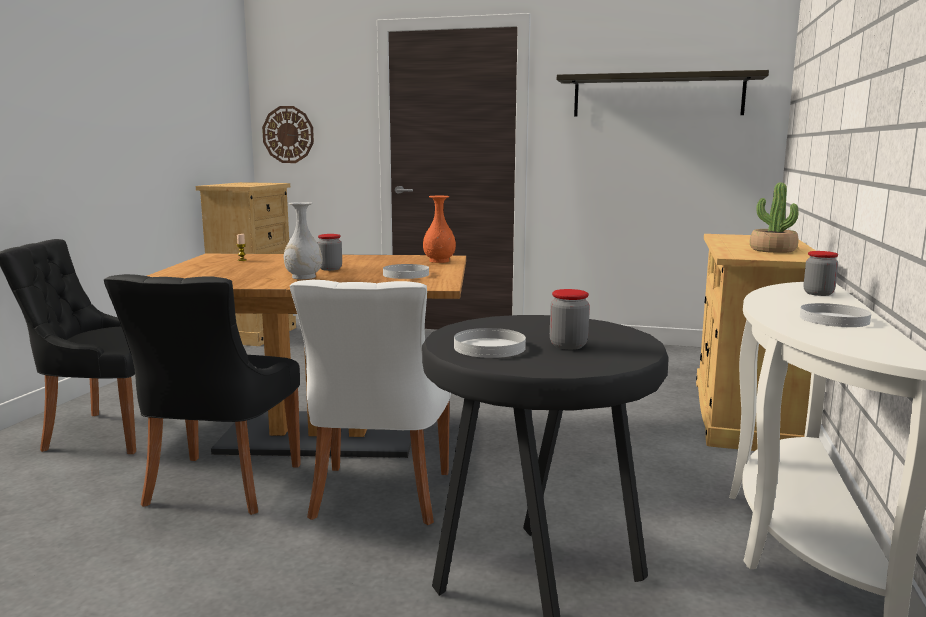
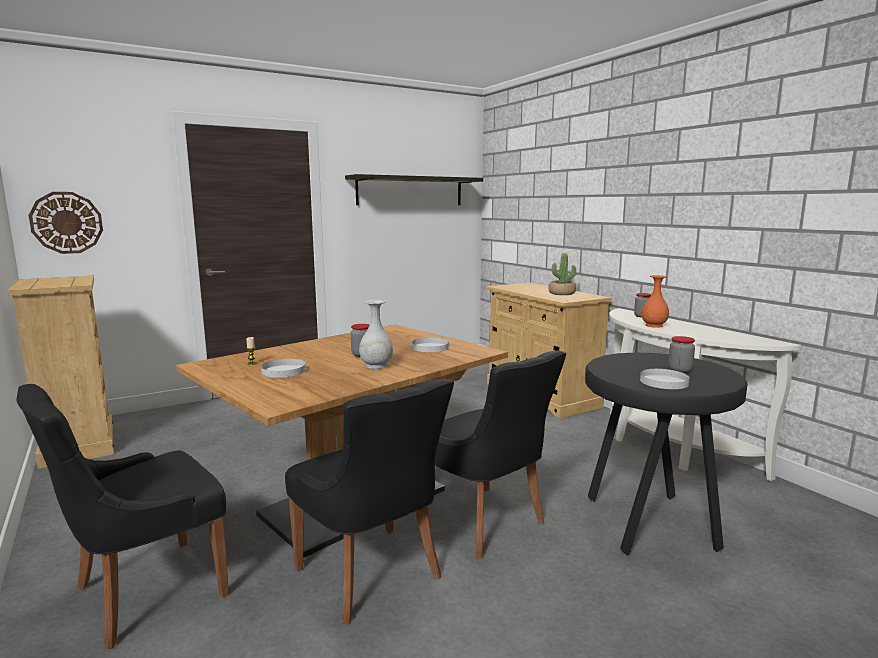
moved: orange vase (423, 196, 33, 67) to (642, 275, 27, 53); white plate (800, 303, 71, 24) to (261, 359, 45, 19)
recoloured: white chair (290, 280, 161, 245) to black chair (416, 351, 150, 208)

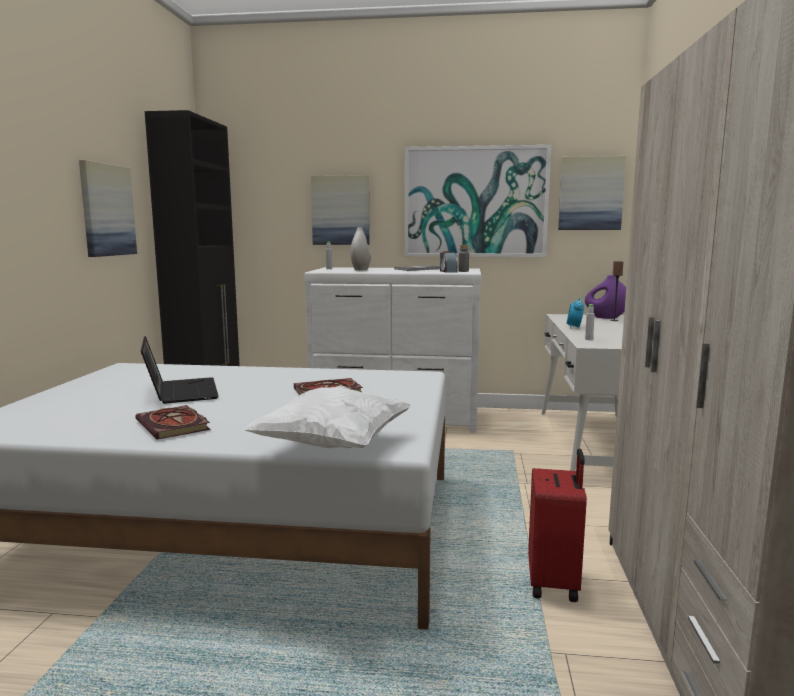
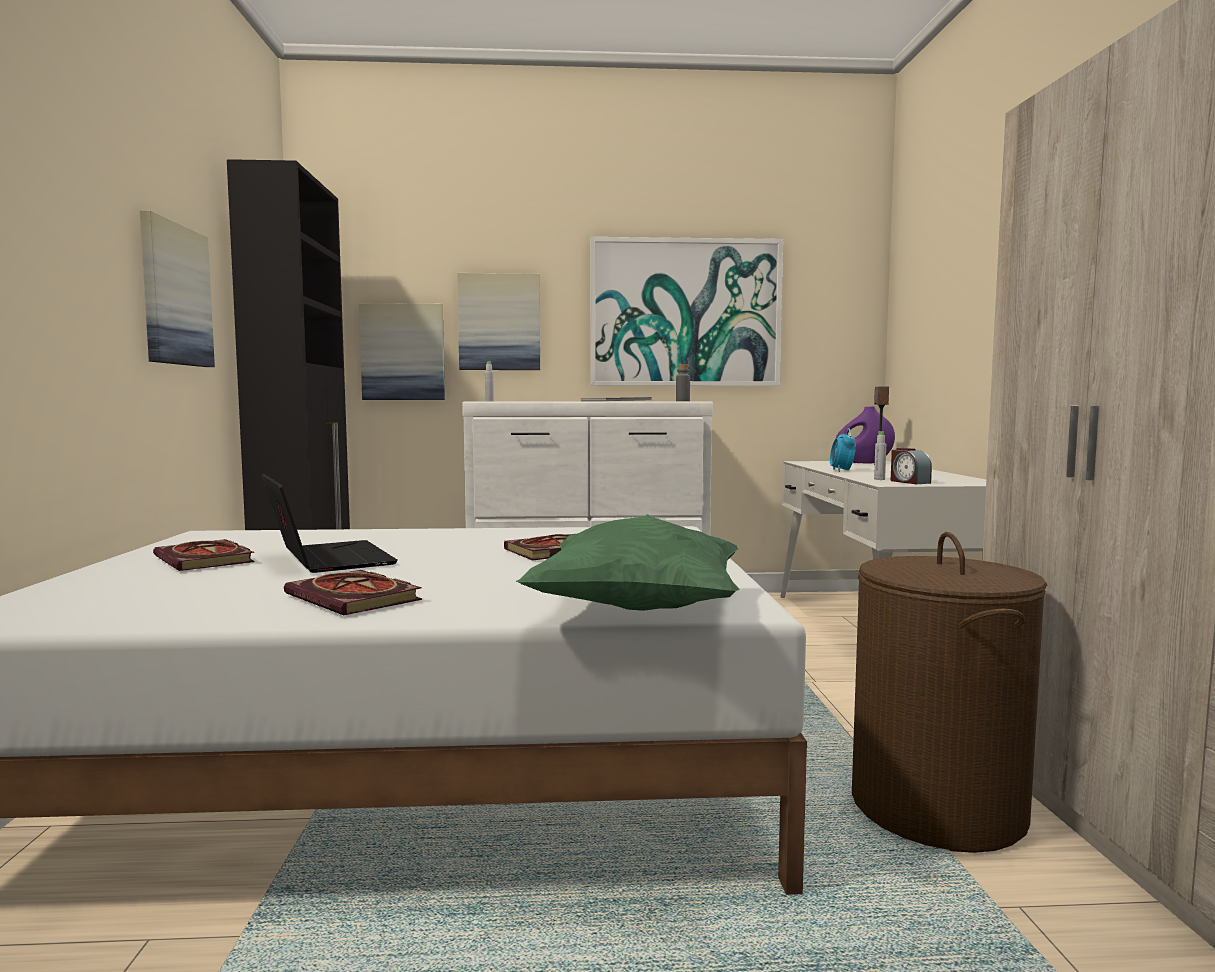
removed: white vase (350, 227, 21, 43)
added: book (153, 539, 102, 32)
moved: alarm clock (440, 251, 18, 22) to (891, 448, 41, 36); picture (558, 156, 68, 74) to (359, 303, 86, 97)
replaced: red suitcase (528, 449, 59, 153) to brown laundry basket (852, 532, 195, 321)
recoloured: white pillow (243, 385, 168, 63) to green pillow (516, 514, 224, 97)

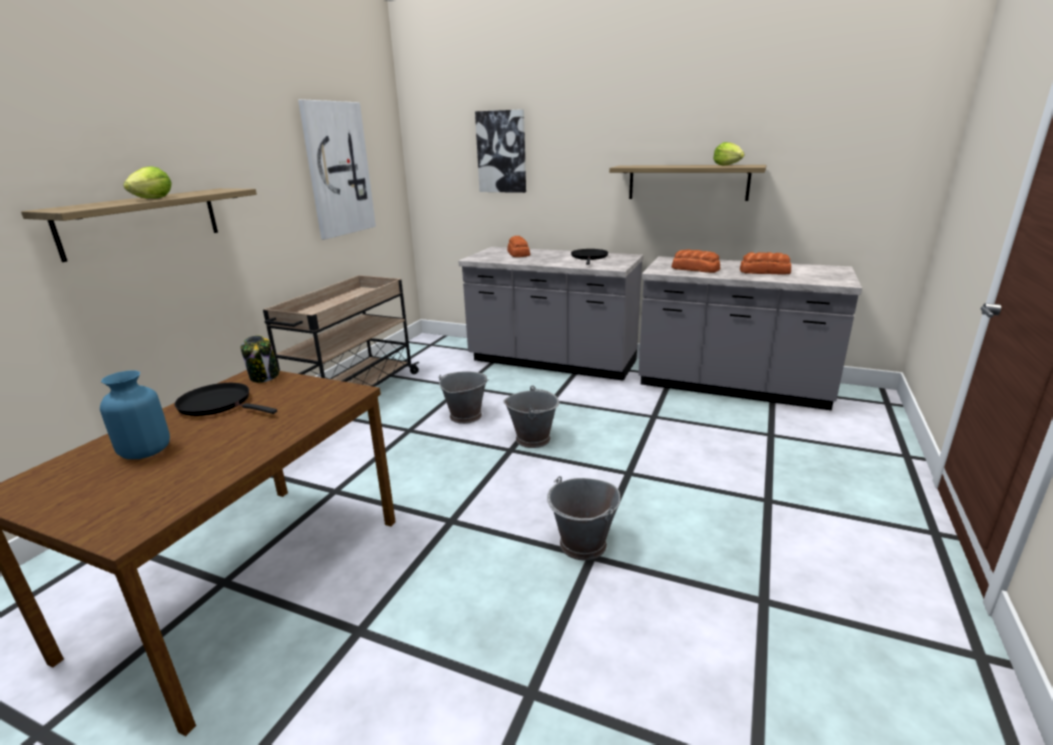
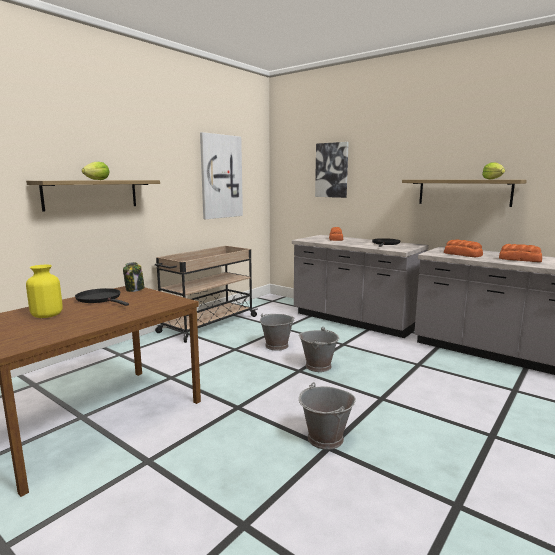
recoloured: blue vase (100, 370, 70, 89) to yellow vase (26, 265, 37, 53)

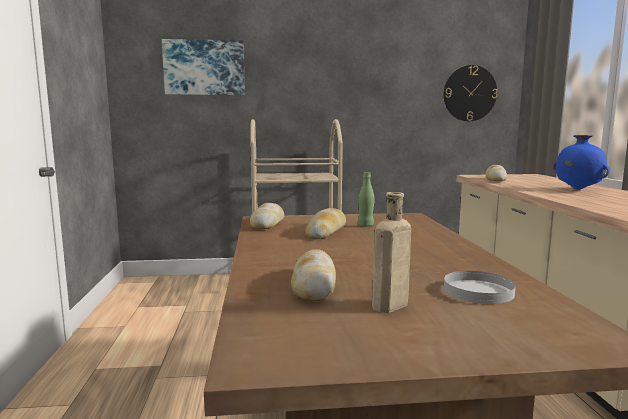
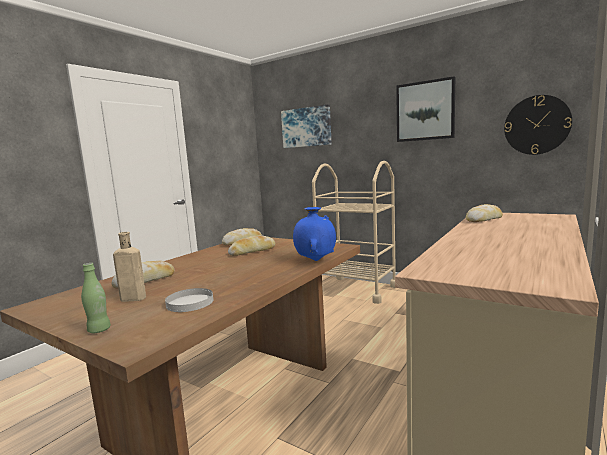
added: picture (396, 76, 59, 66)
moved: green bottle (358, 172, 17, 55) to (81, 263, 30, 70); blue vase (553, 135, 57, 55) to (293, 207, 43, 54)

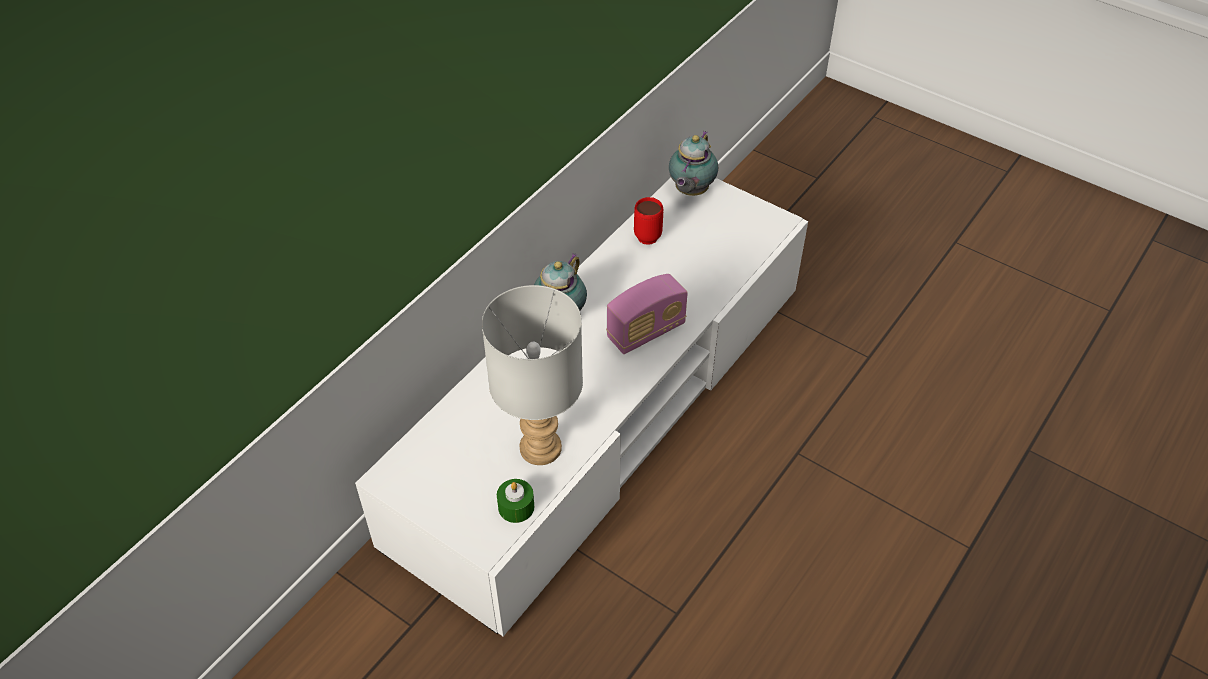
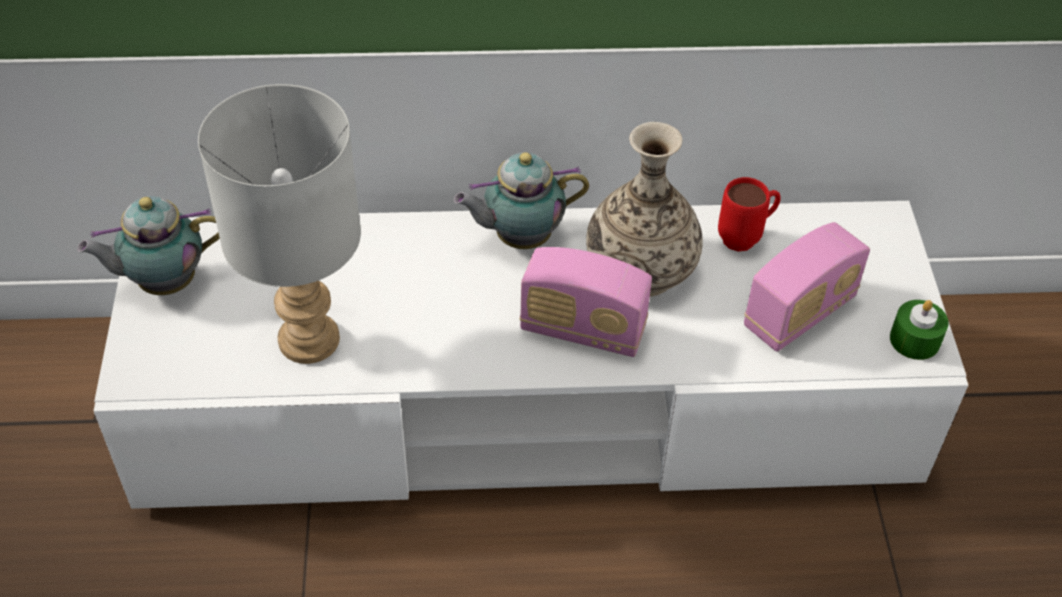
added: vase (586, 122, 117, 174); radio (744, 222, 126, 130)
moved: green candle (497, 479, 37, 44) to (890, 300, 59, 60); teapot (669, 131, 49, 65) to (77, 196, 143, 99)

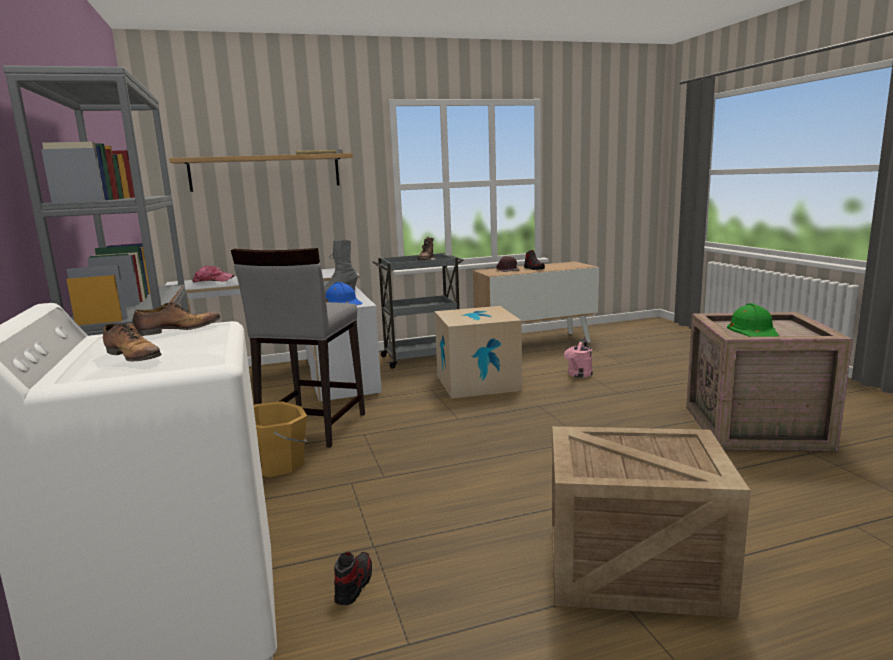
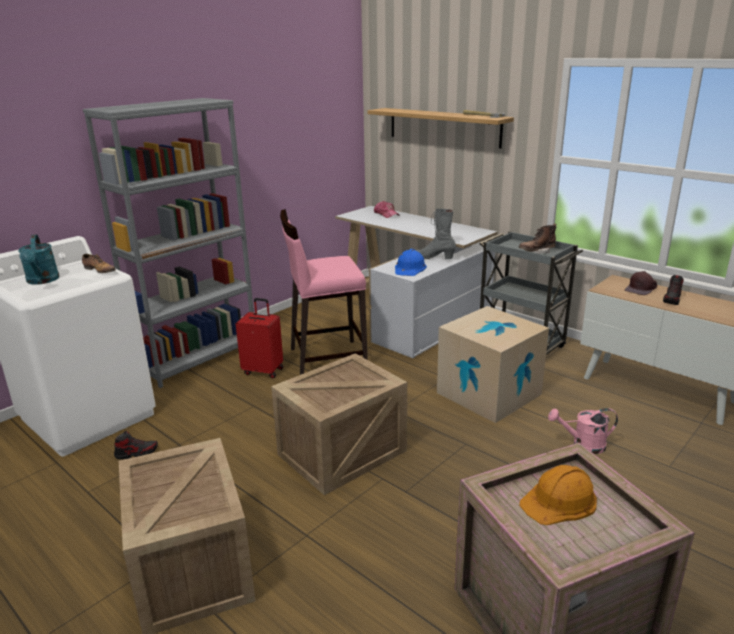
added: crate (271, 353, 136, 142)
replaced: shoe (103, 323, 59, 38) to turquoise watering can (18, 234, 41, 50); orange bucket (254, 401, 53, 76) to red suitcase (236, 298, 48, 80)
recoloured: grey stool (231, 248, 134, 200) to pink stool (280, 209, 88, 166); green hard hat (727, 303, 52, 34) to orange hard hat (519, 465, 78, 60)

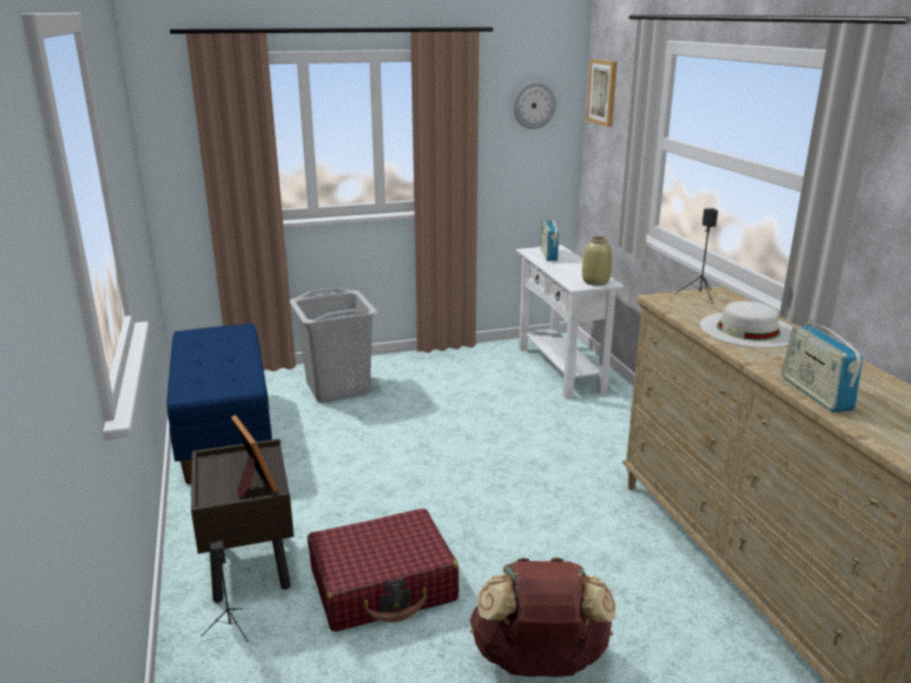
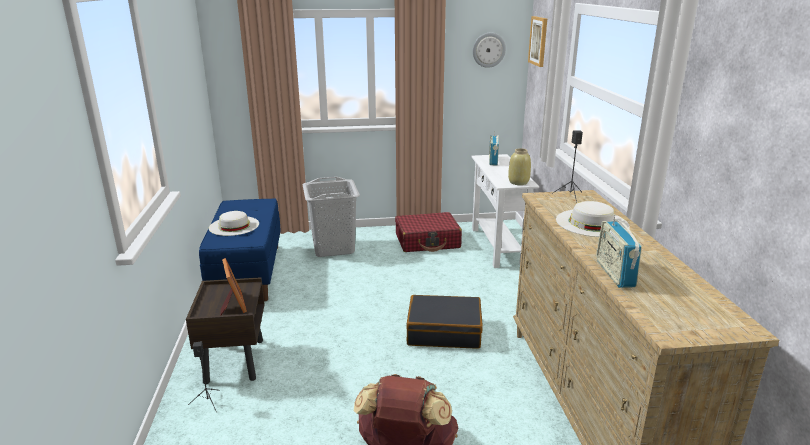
added: white hat (209, 211, 50, 25); black suitcase (406, 295, 77, 53)
moved: red suitcase (307, 509, 152, 123) to (395, 212, 67, 40)

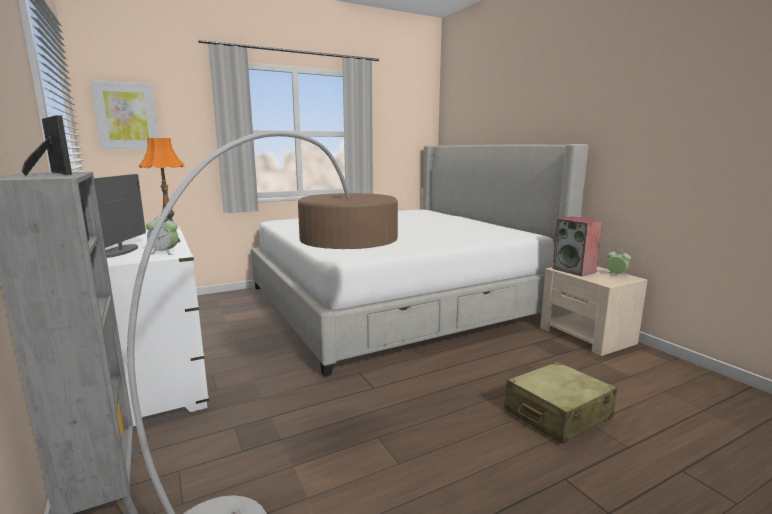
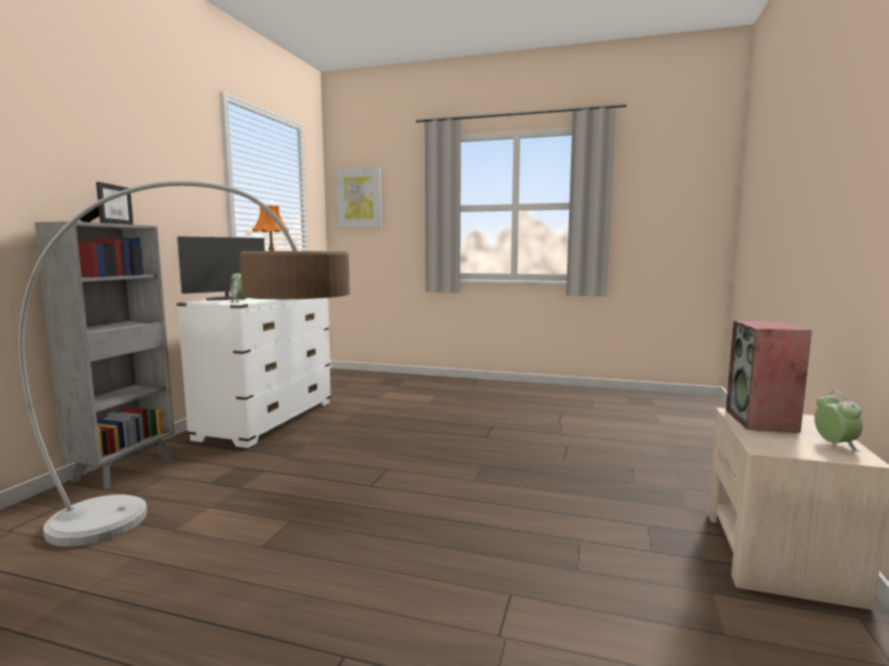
removed: bed (251, 144, 338, 233); beige suitcase (504, 361, 113, 83)

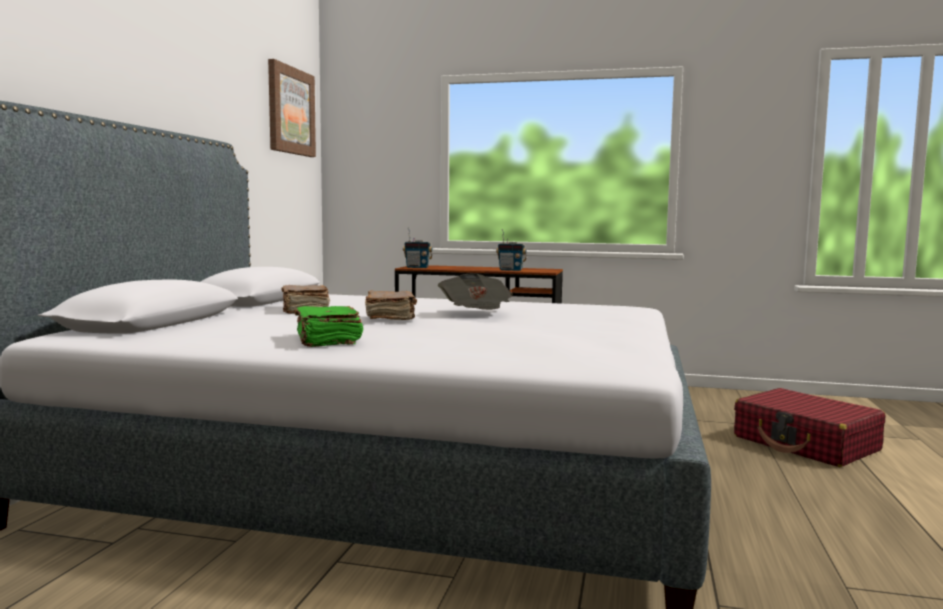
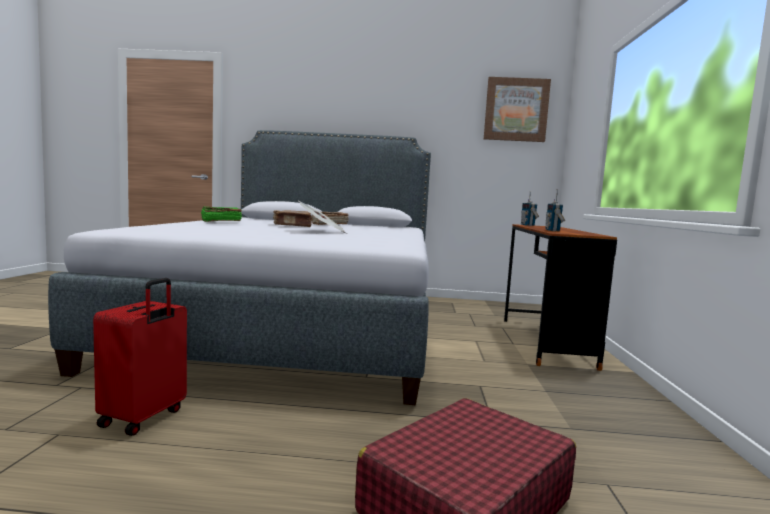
added: red suitcase (93, 278, 94, 158)

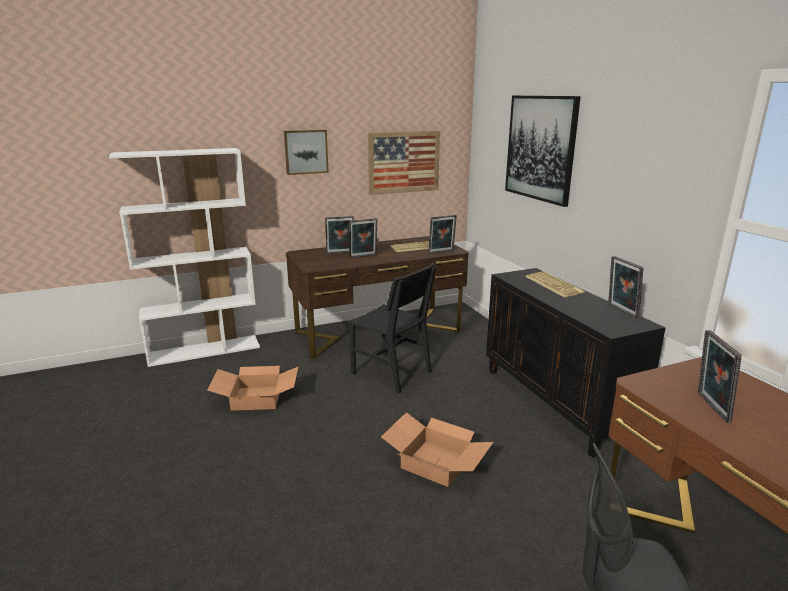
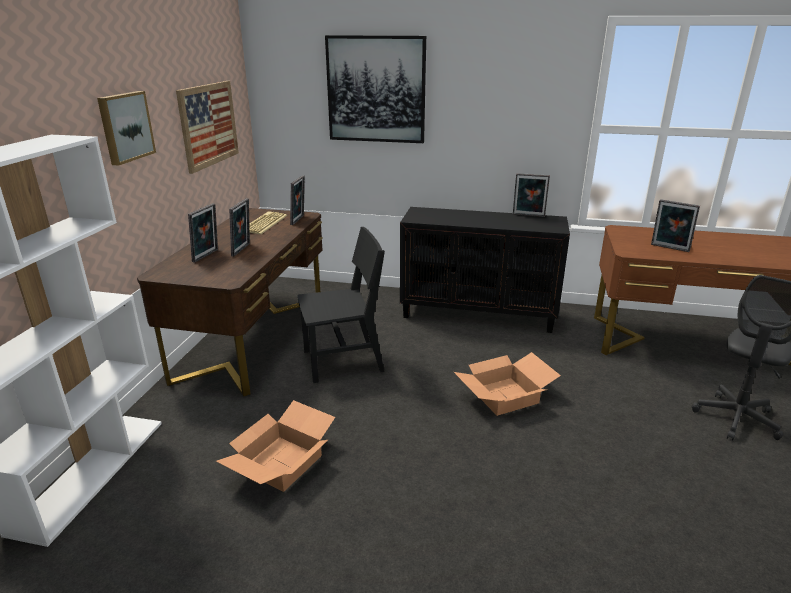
removed: keyboard (526, 271, 59, 27)

